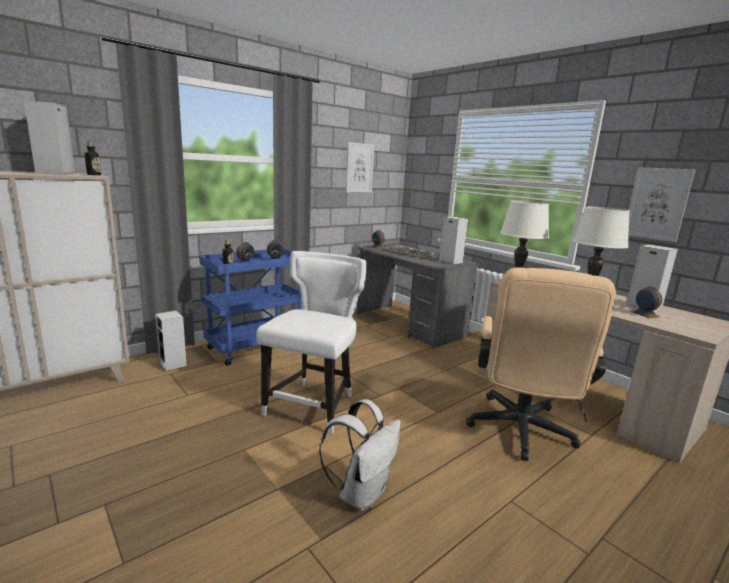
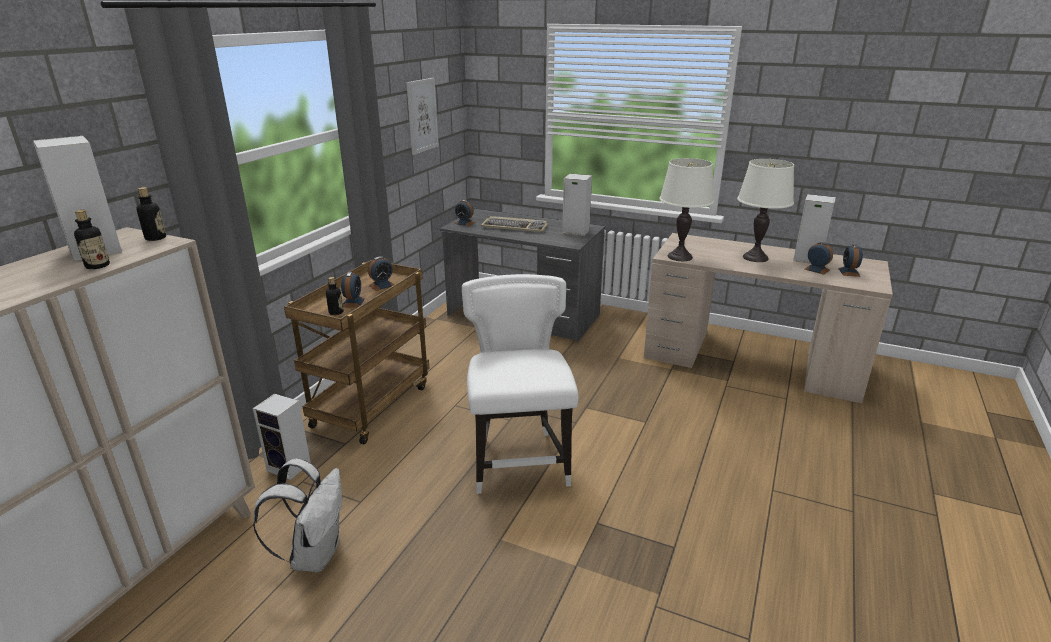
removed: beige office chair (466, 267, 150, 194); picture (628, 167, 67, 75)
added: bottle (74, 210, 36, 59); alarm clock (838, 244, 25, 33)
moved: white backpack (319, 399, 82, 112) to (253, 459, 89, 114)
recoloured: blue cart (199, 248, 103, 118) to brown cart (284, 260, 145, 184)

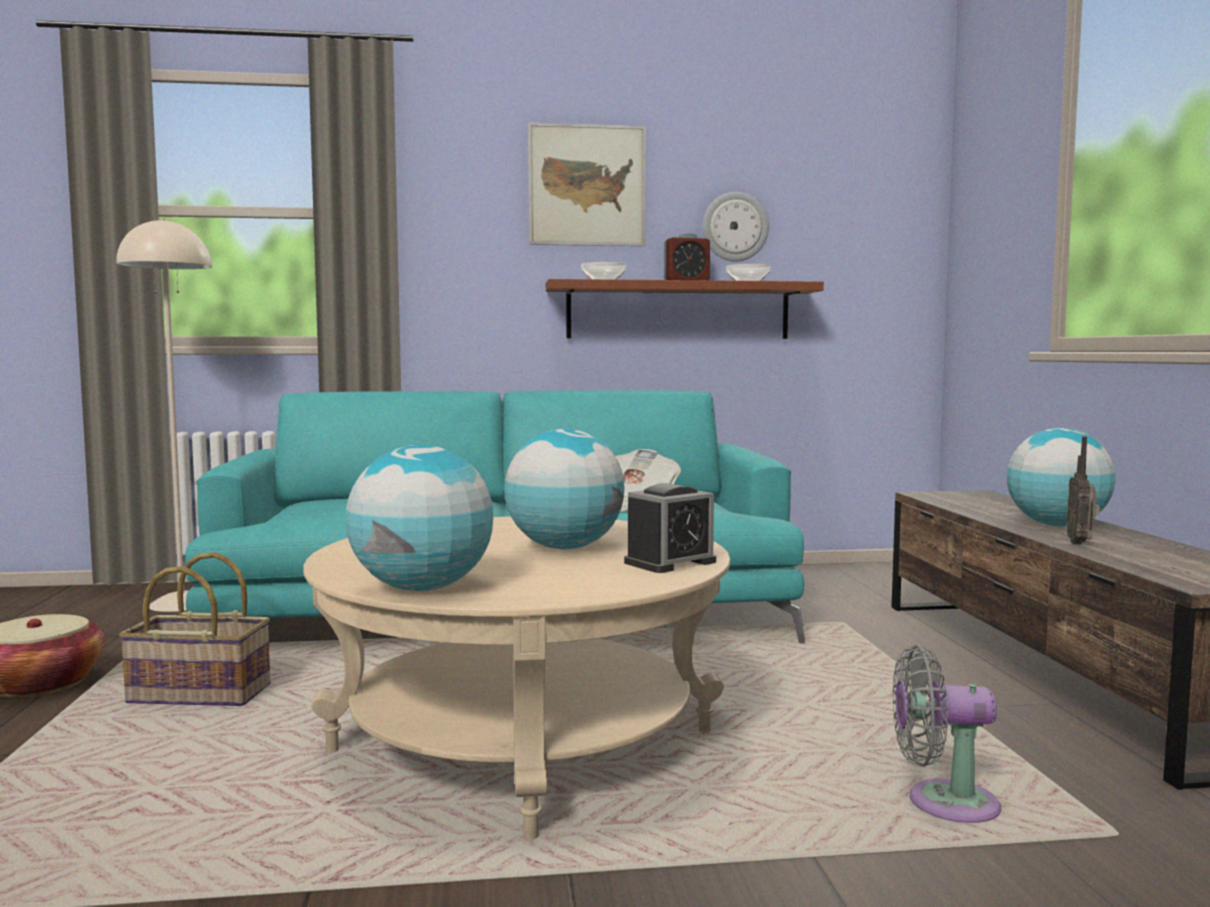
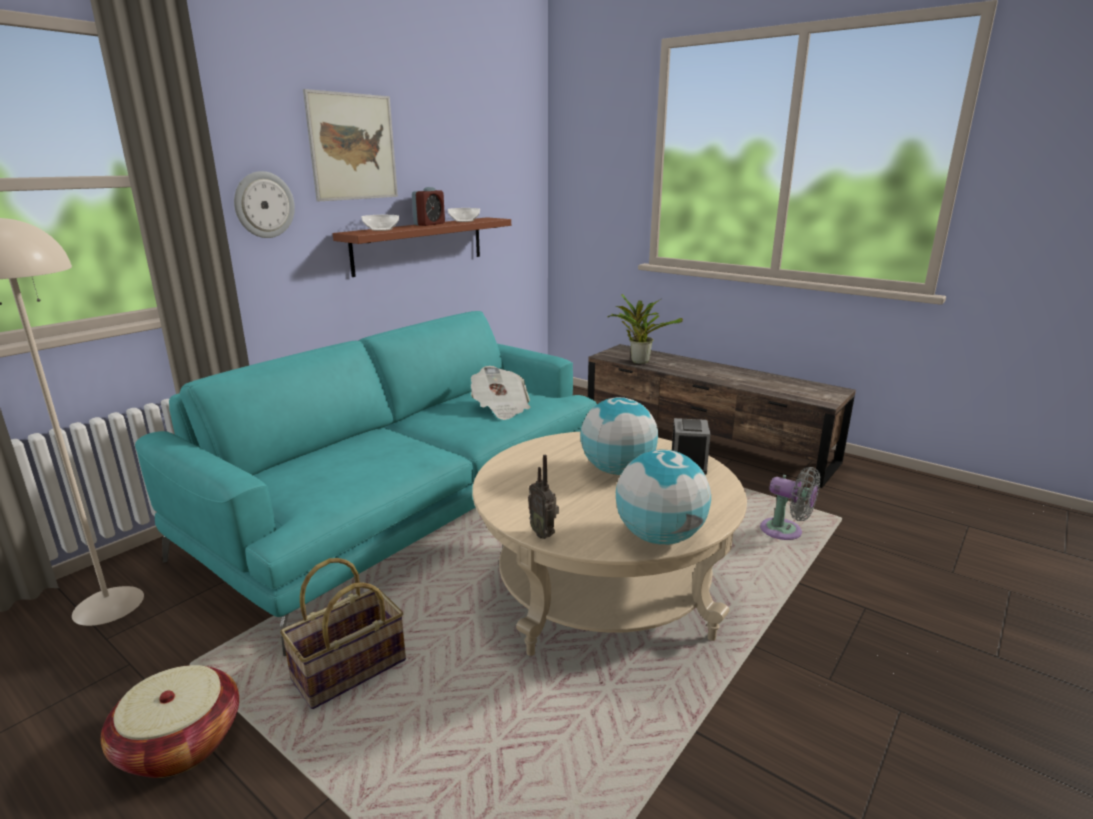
removed: globe (1007, 428, 108, 99)
added: potted plant (607, 294, 76, 70)
moved: wall clock (703, 192, 66, 69) to (234, 171, 61, 67); radio (1067, 436, 33, 108) to (528, 455, 31, 84)
turned: grey fan (893, 645, 108, 178) = (760, 467, 60, 73) 105 degrees counterclockwise

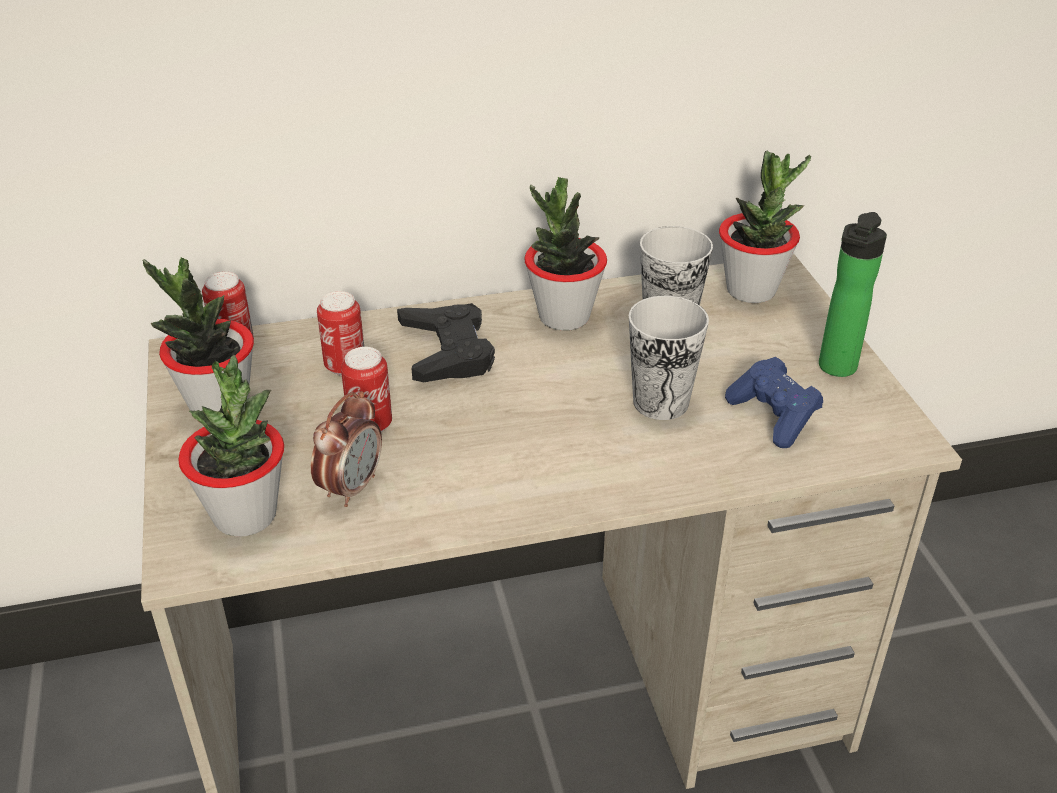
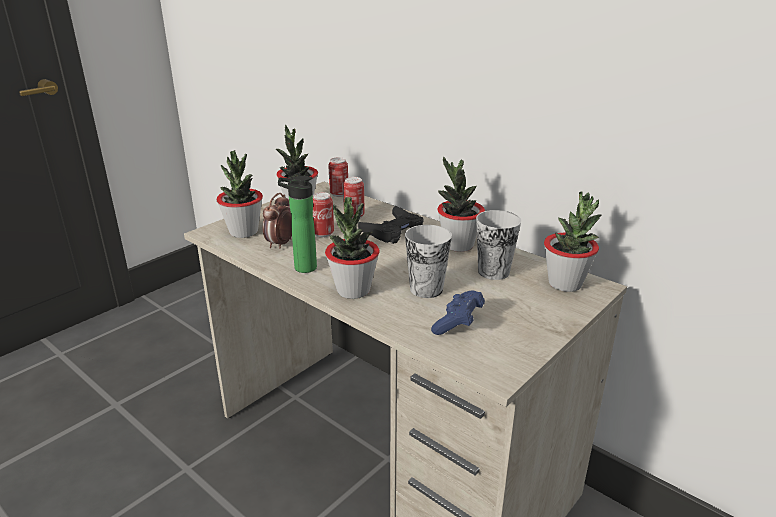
added: potted plant (325, 197, 54, 102)
moved: bottle (819, 212, 68, 165) to (278, 176, 39, 97)
turned: alarm clock (311, 391, 71, 116) = (263, 193, 29, 55) 120 degrees clockwise

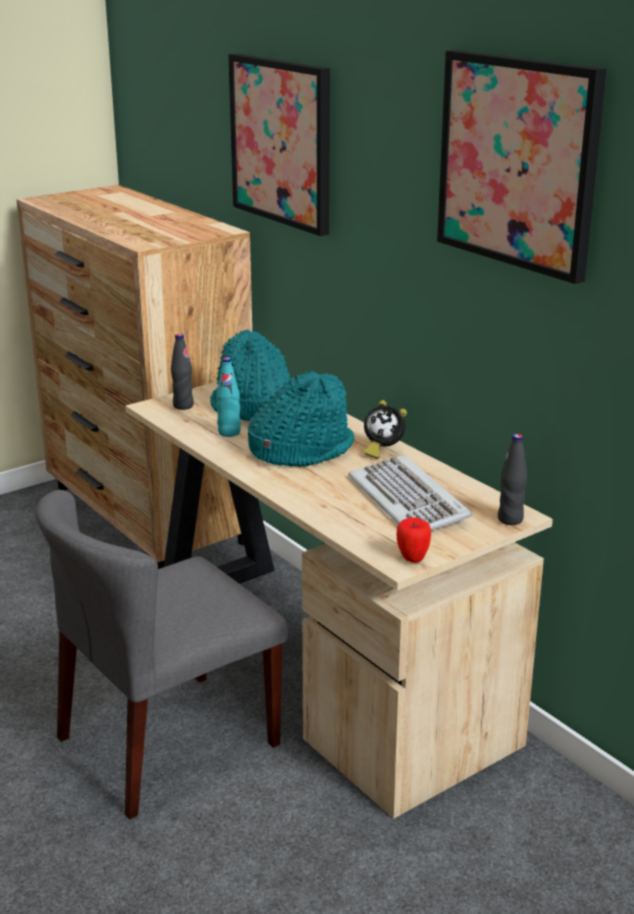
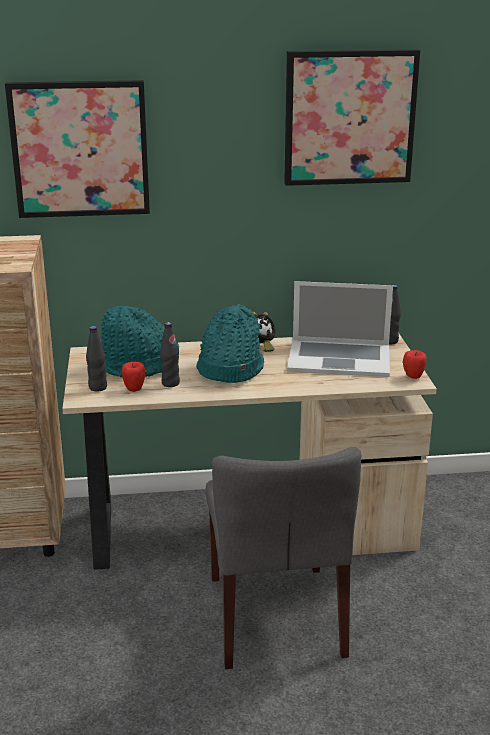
added: apple (122, 362, 23, 30)
replaced: keyboard (349, 455, 123, 75) to laptop (287, 281, 106, 96)
recoloured: turquoise bottle (216, 357, 25, 80) to black bottle (160, 322, 20, 65)

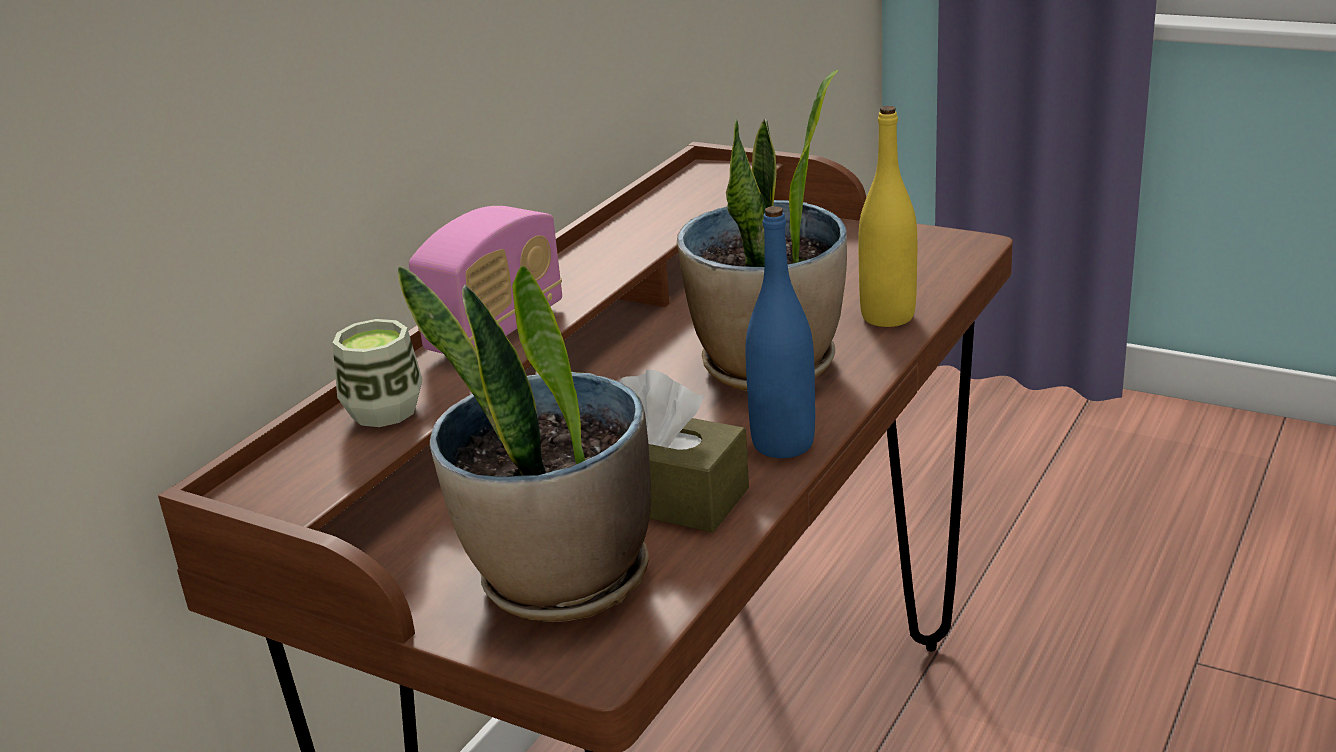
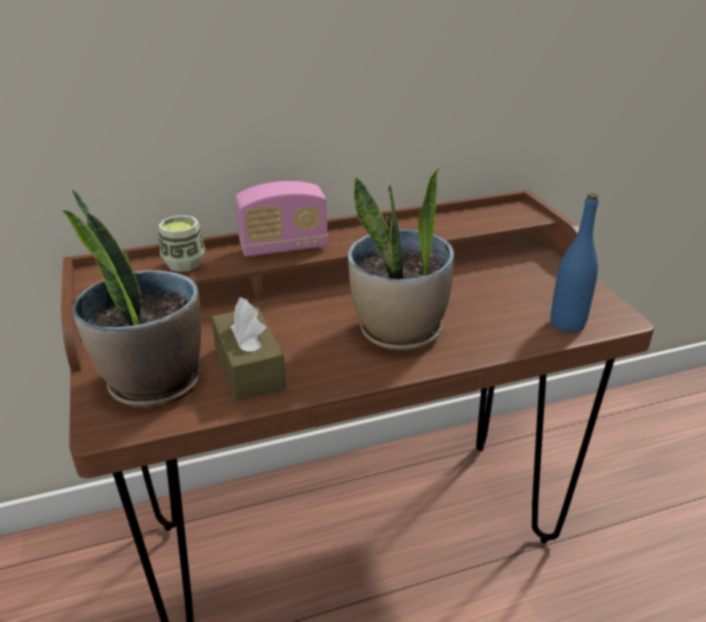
removed: yellow bottle (858, 106, 59, 221)
moved: blue bottle (745, 206, 70, 252) to (551, 193, 48, 140)

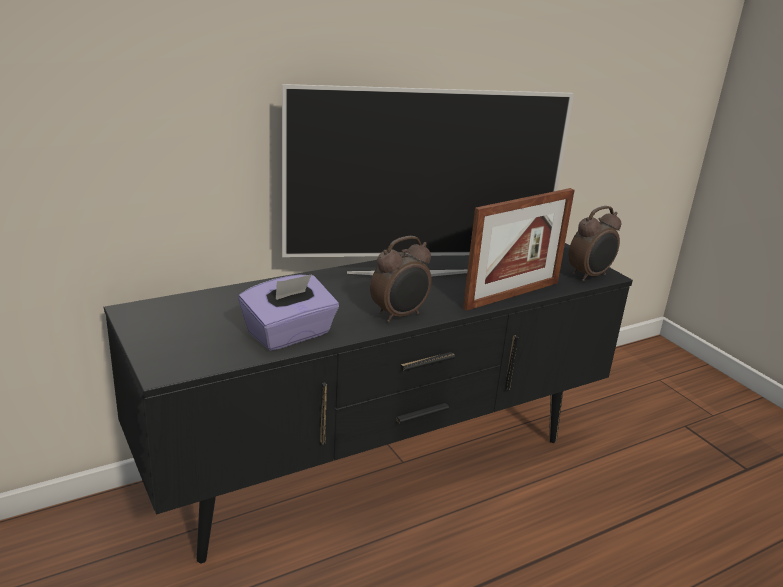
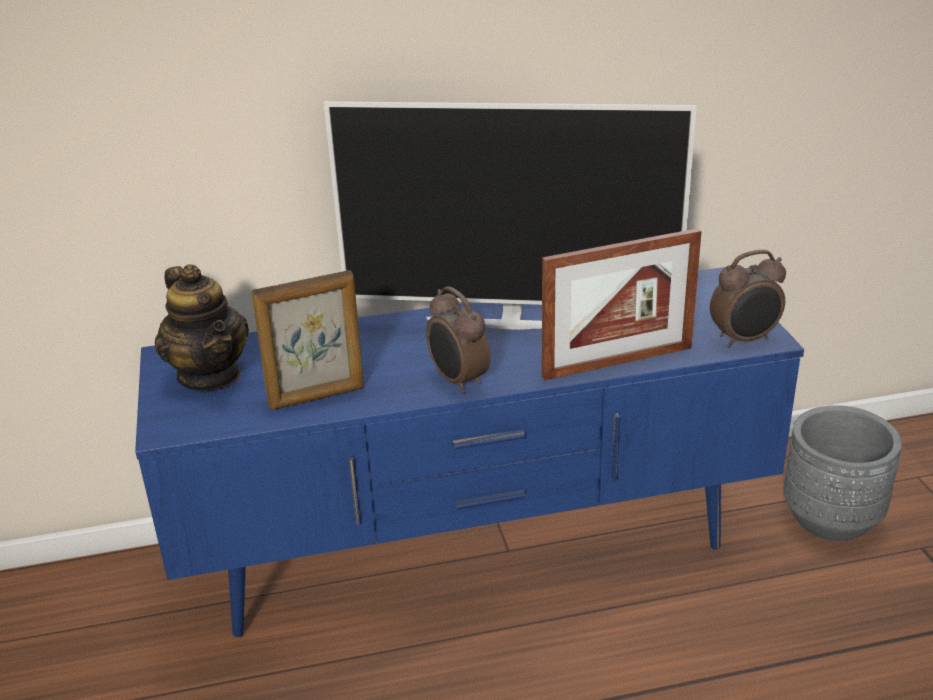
added: teapot (155, 264, 94, 127); grey planter (783, 405, 119, 137)
replaced: purple tissue box (238, 274, 101, 77) to picture frame (251, 270, 113, 140)
recoloured: black tv stand (104, 243, 529, 320) to blue tv stand (135, 267, 669, 370)
turned: alarm clock (370, 236, 62, 87) = (426, 286, 64, 108) 75 degrees clockwise

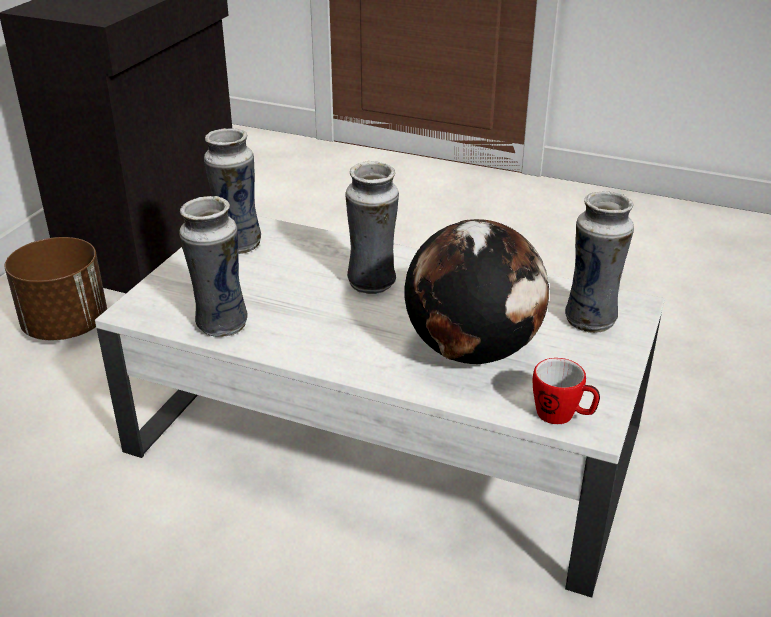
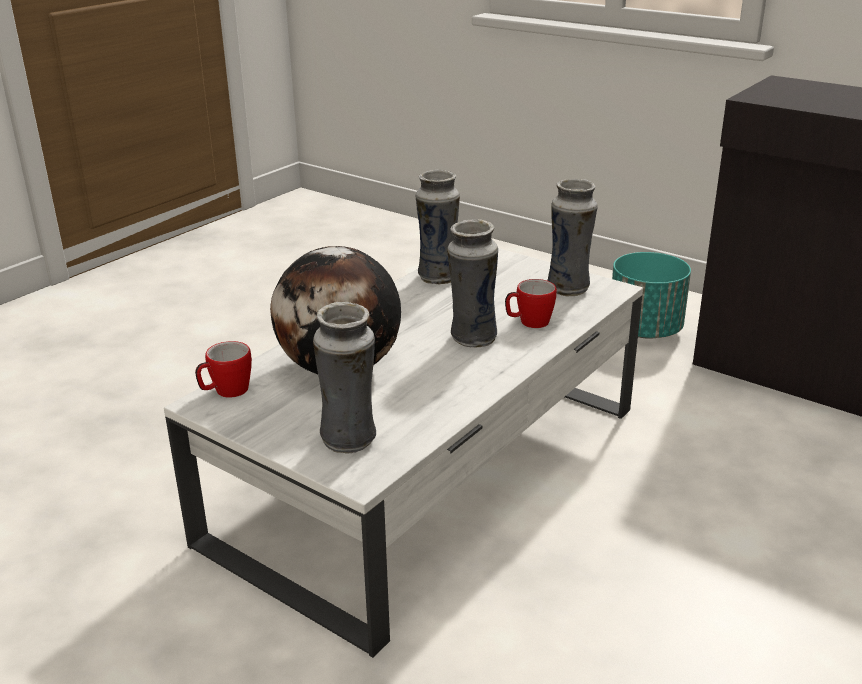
added: mug (505, 279, 52, 49)
recoloured: brown planter (5, 237, 102, 103) to turquoise planter (612, 252, 79, 87)

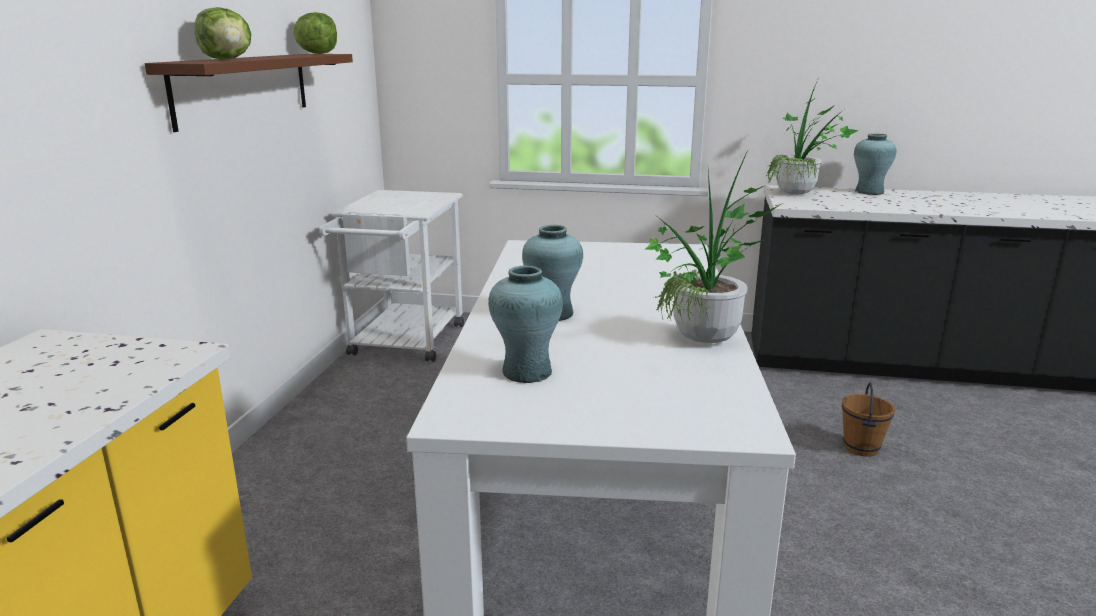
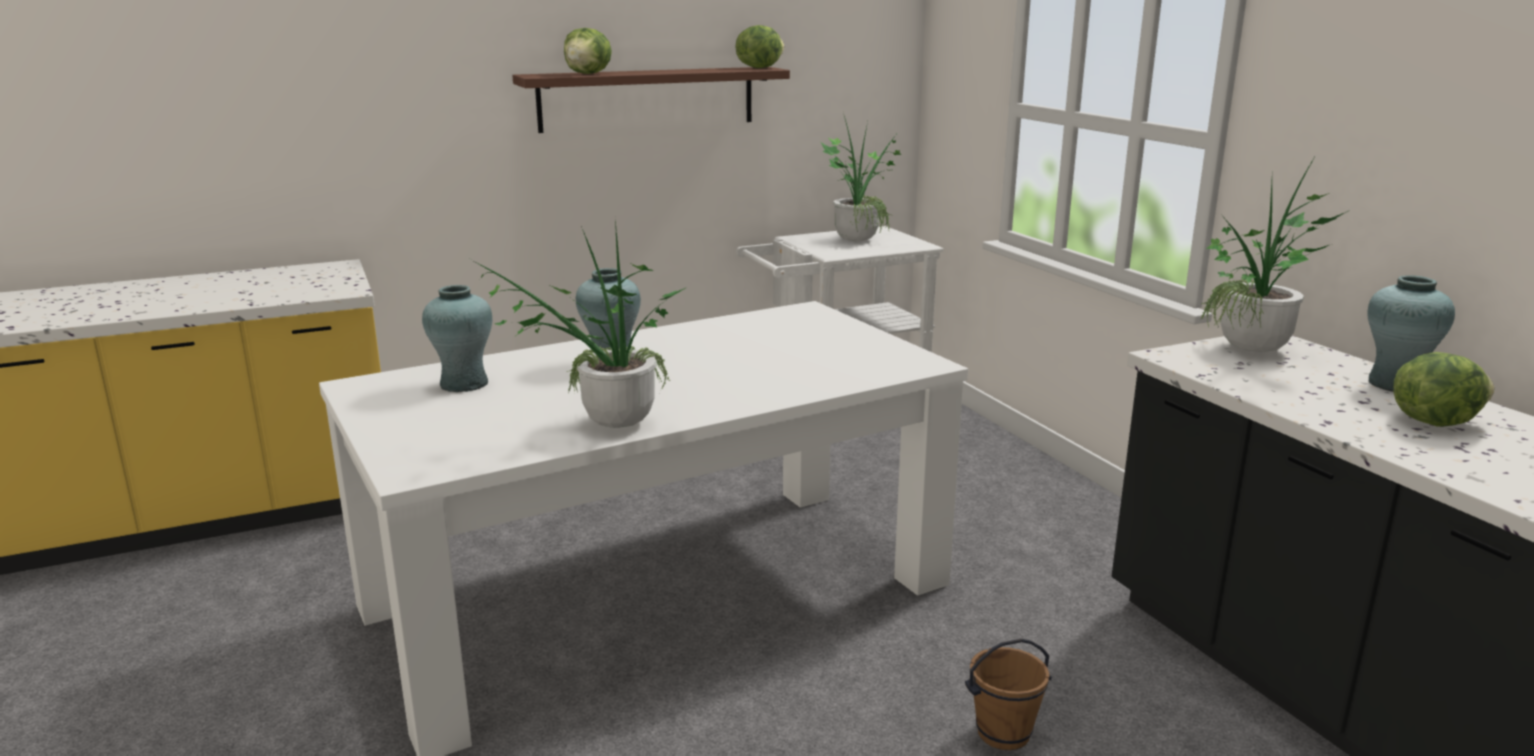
added: potted plant (821, 113, 81, 128); lettuce (1393, 352, 102, 74)

